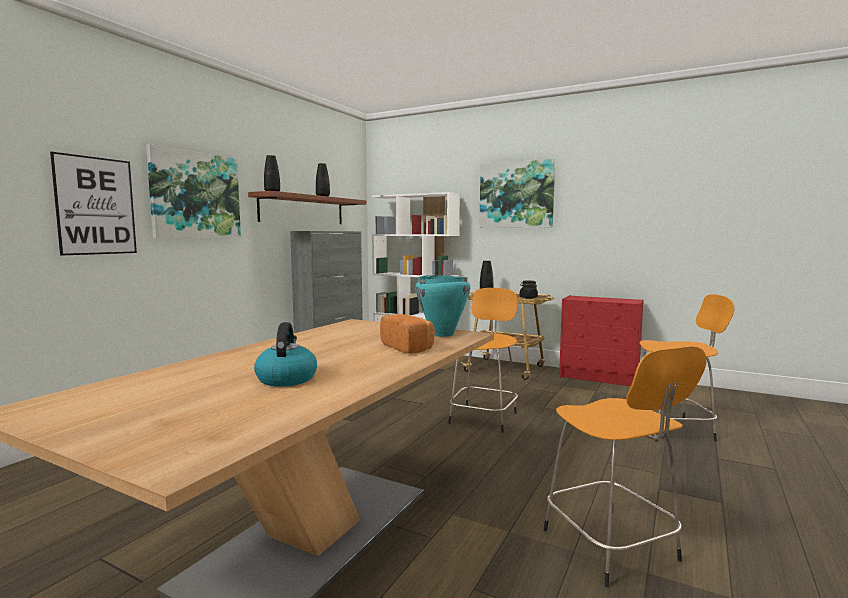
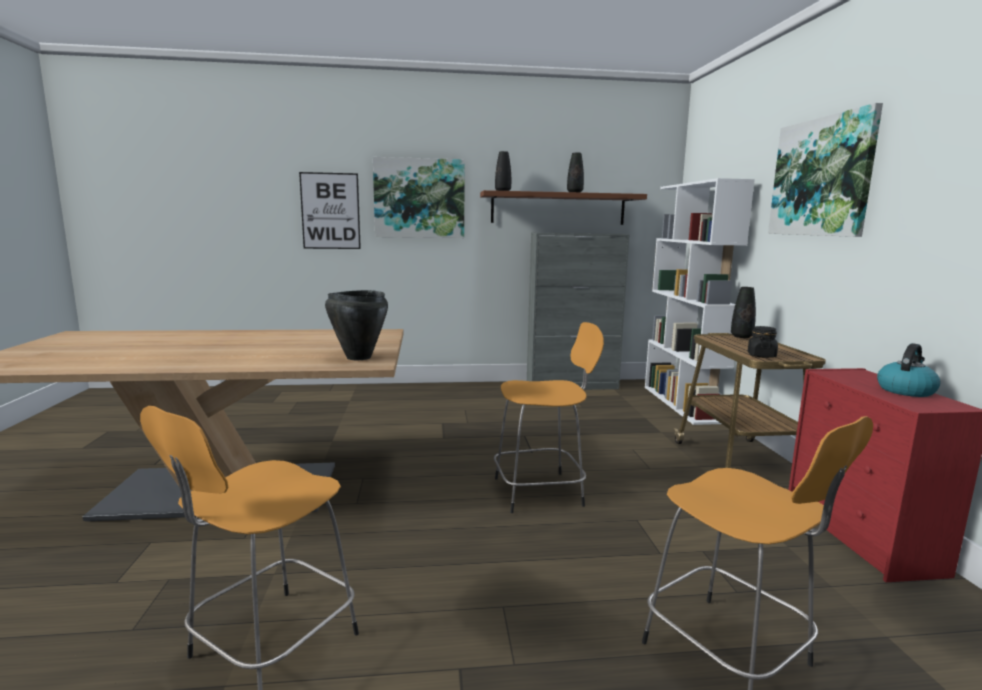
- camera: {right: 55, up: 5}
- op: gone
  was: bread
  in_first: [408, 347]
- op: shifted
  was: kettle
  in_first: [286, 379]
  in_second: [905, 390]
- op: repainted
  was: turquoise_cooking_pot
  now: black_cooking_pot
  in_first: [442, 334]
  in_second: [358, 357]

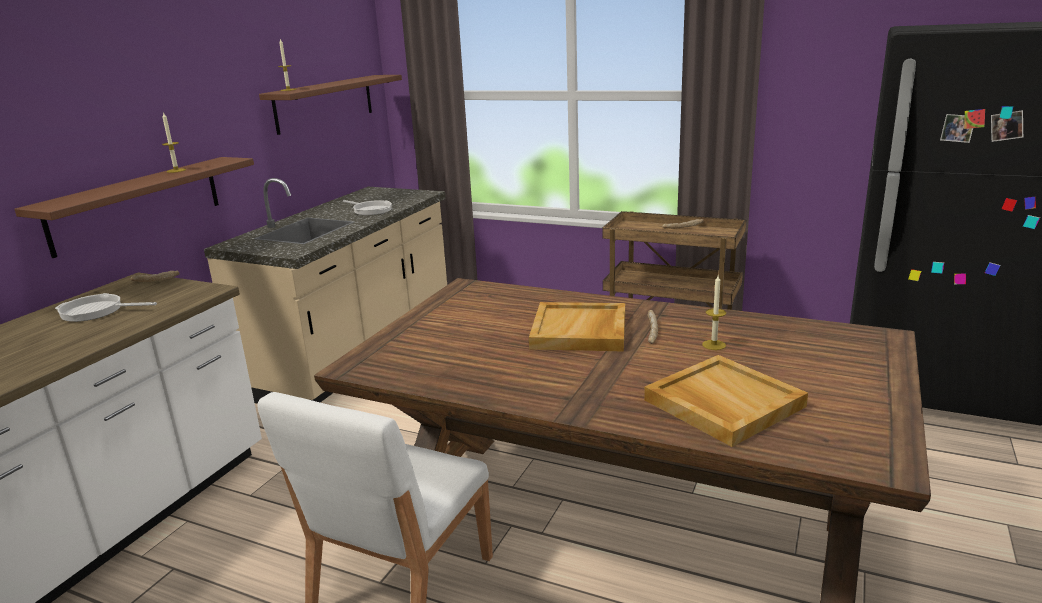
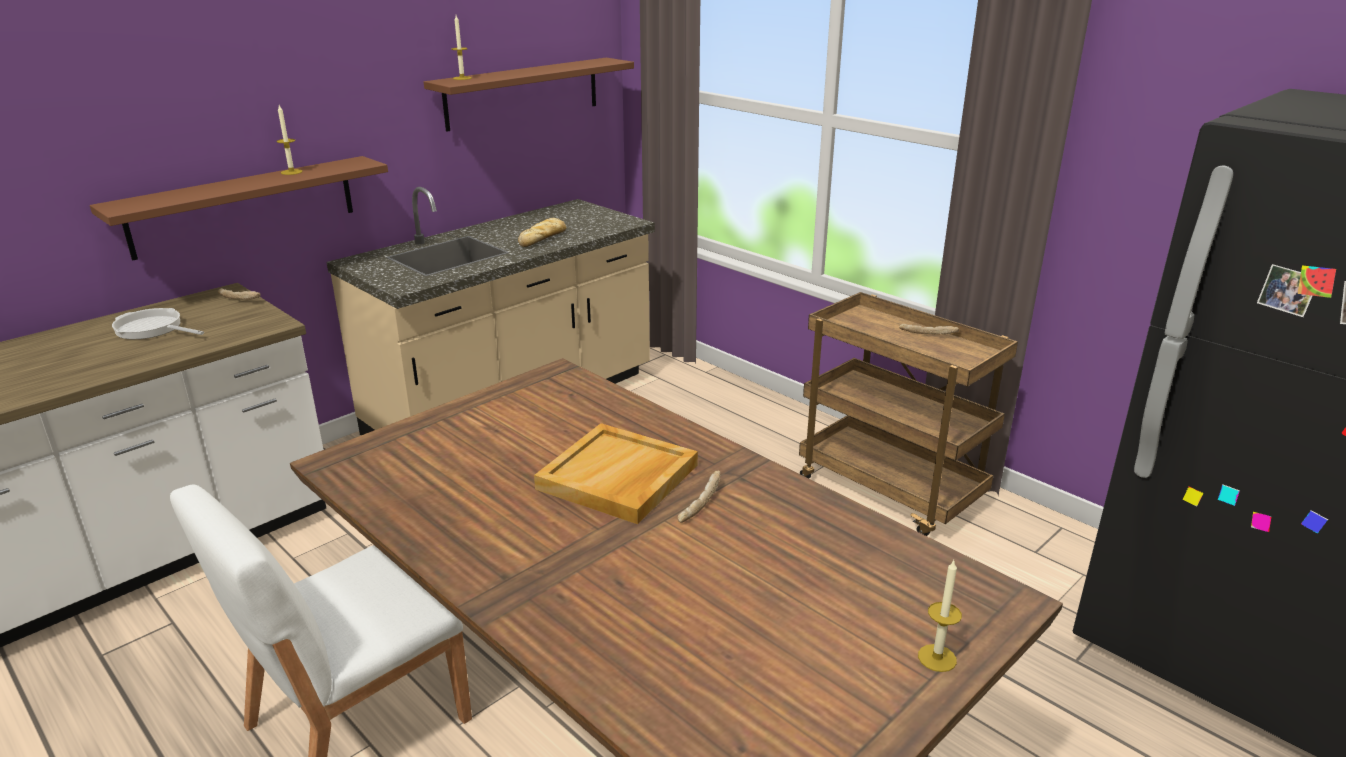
- camera: {right: 20, up: 5}
- op: gone
  was: beige_tray
  in_first: [722, 403]
- op: shifted
  was: candle
  in_first: [714, 345]
  in_second: [937, 658]
- op: swapped
  was: frying_pan
  now: bread
  in_first: [371, 210]
  in_second: [543, 238]

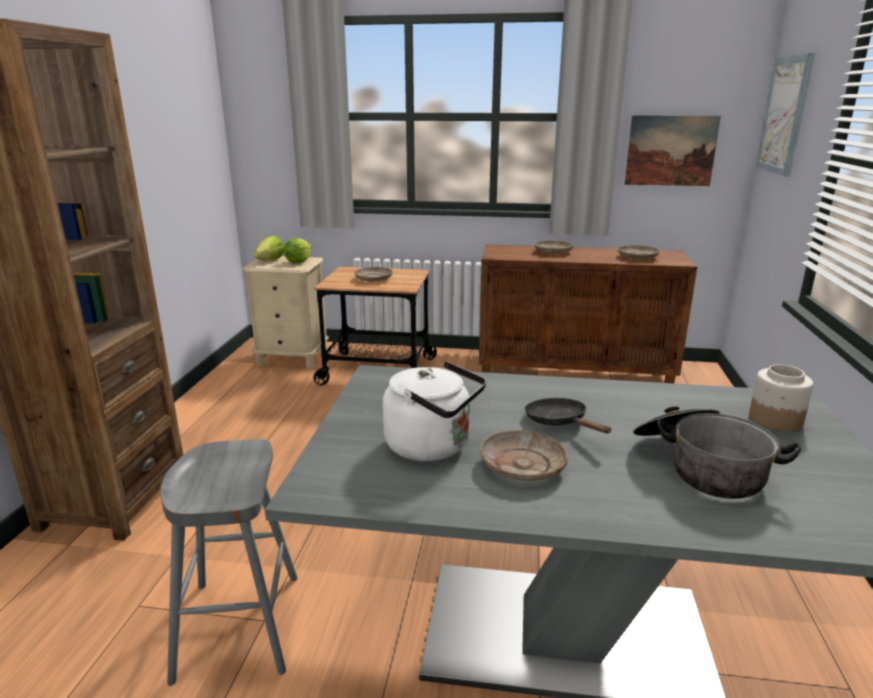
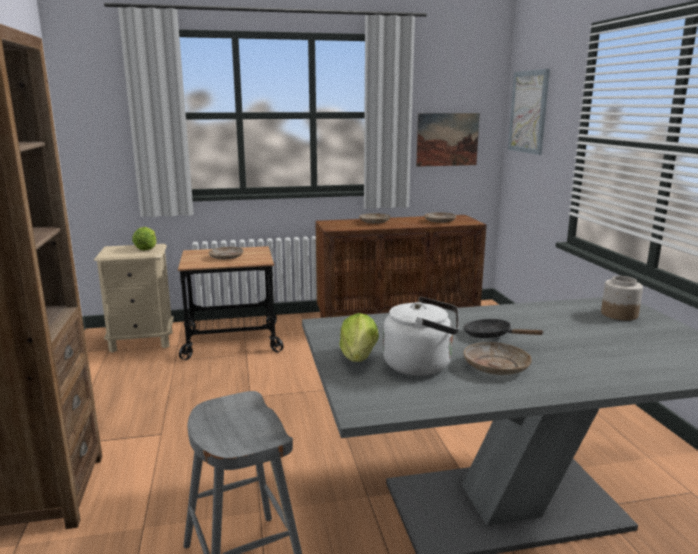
- camera: {right: -20, up: -5}
- op: gone
  was: cooking_pot
  in_first: [700, 467]
- op: shifted
  was: lettuce
  in_first: [270, 260]
  in_second: [358, 358]

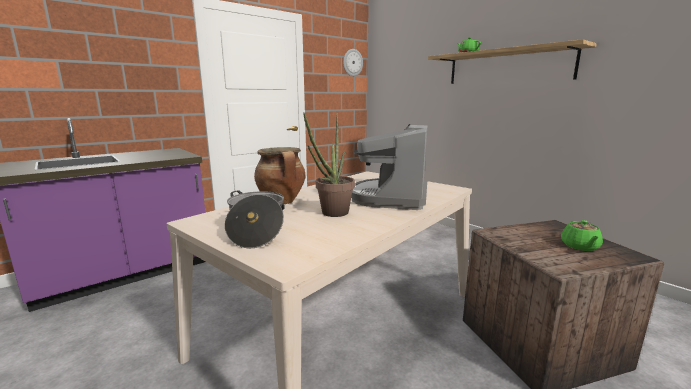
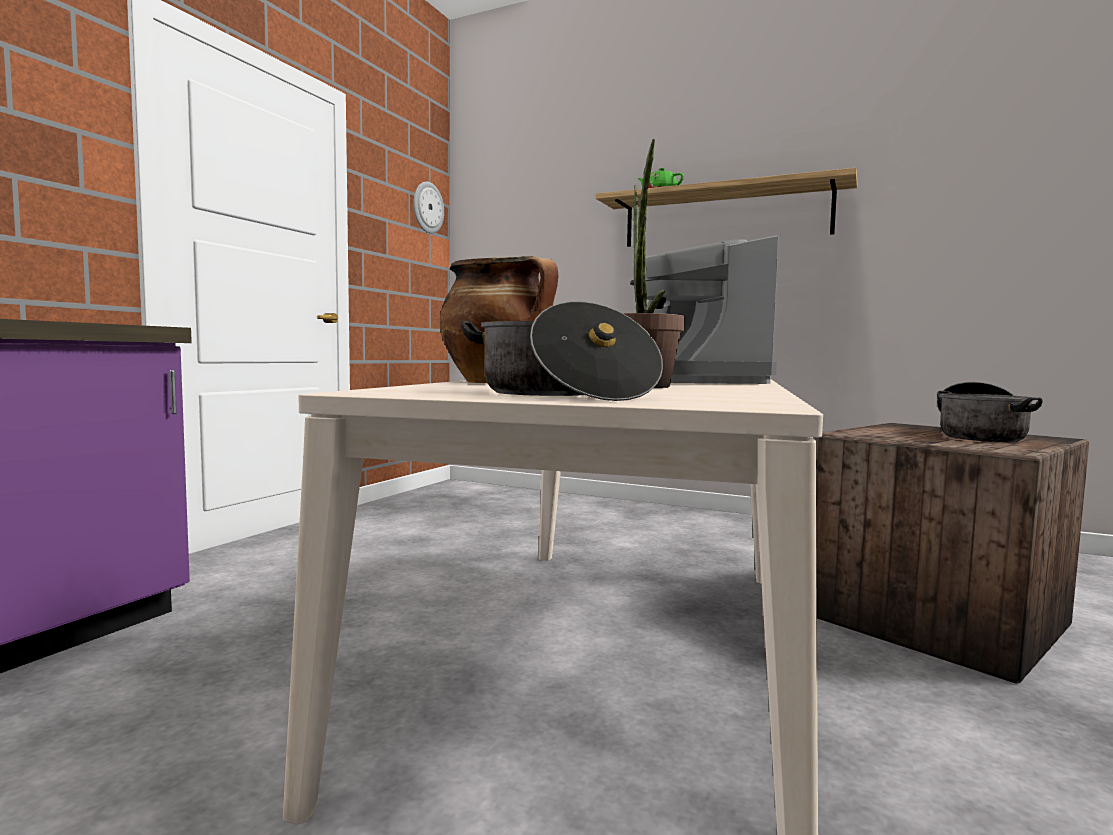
- camera: {right: -25, up: -10}
- op: swapped
  was: green_teapot
  now: cooking_pot
  in_first: [580, 246]
  in_second: [980, 436]

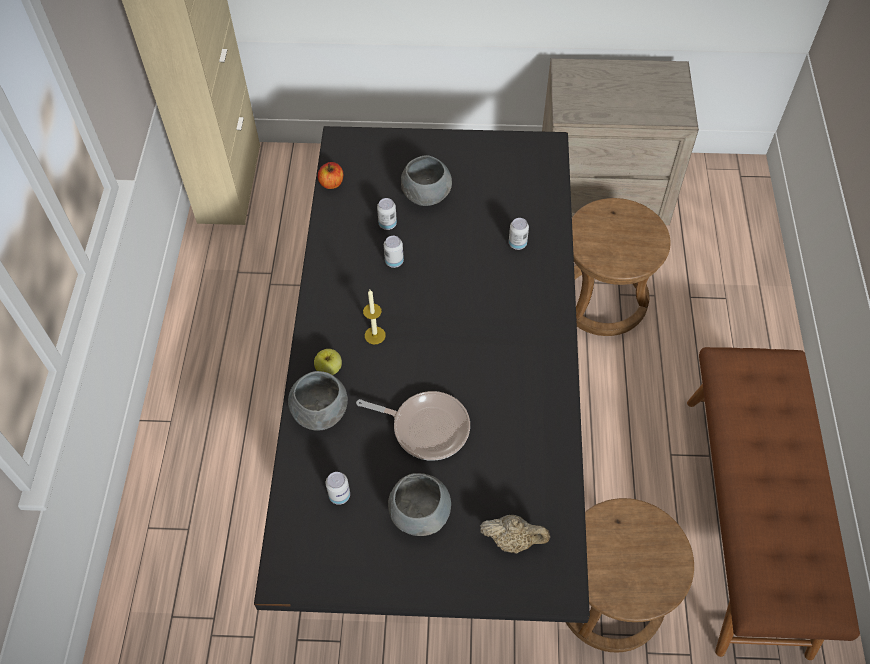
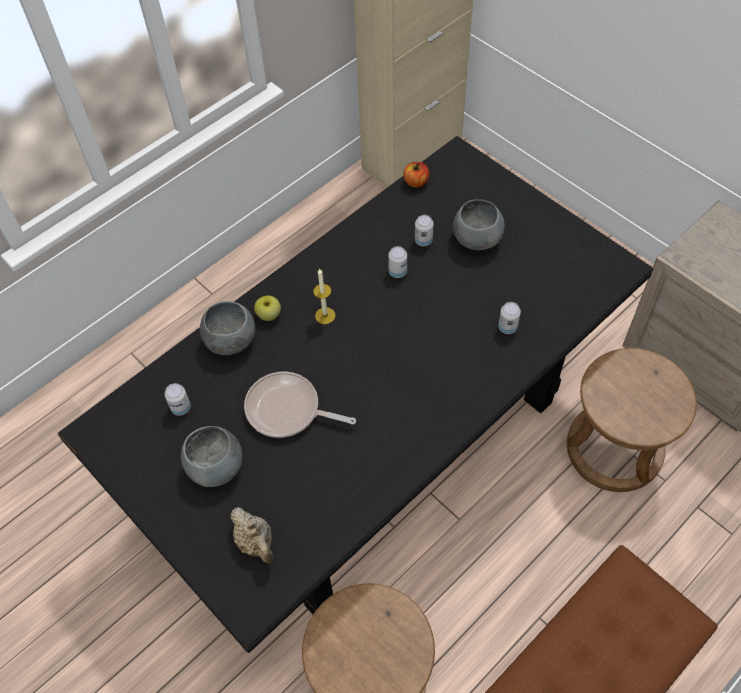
- camera: {right: 45, up: 0}
- op: rotated
  was: frying_pan
  in_first: [426, 427]
  in_second: [287, 410]
  clockwise: 135

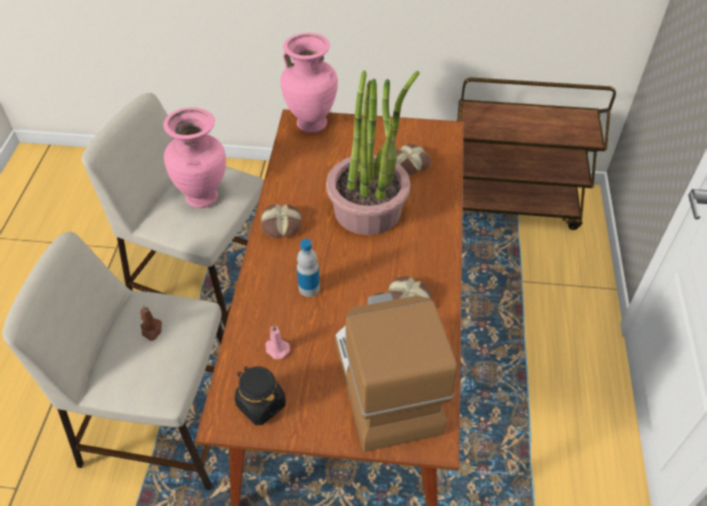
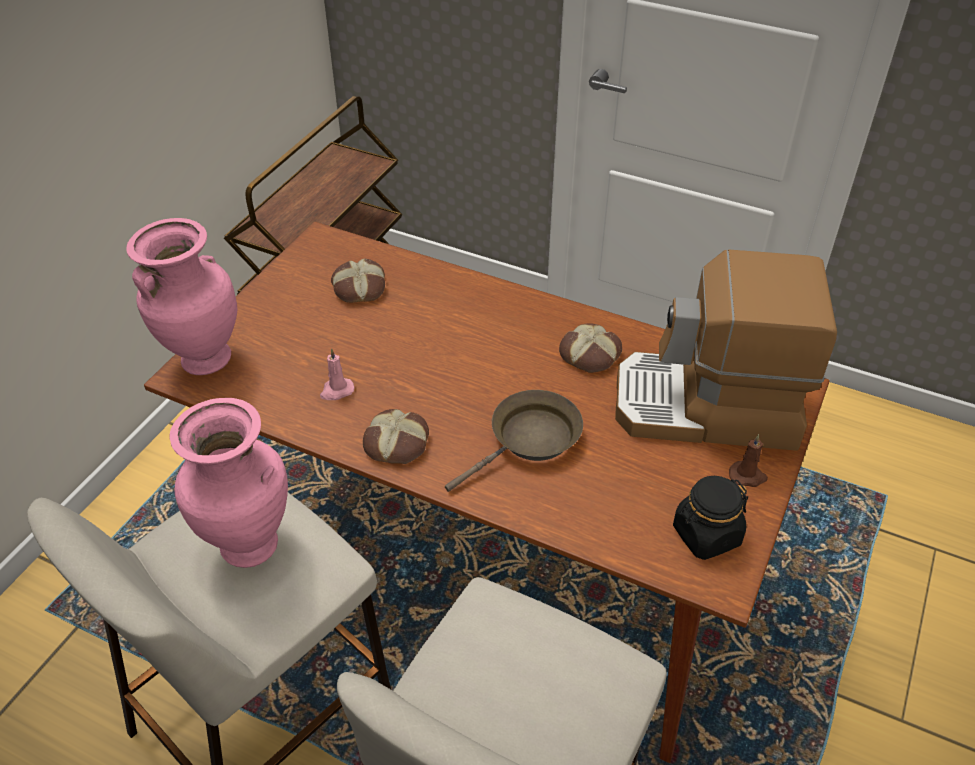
- camera: {right: -70, up: -5}
- op: gone
  was: potted_plant
  in_first: [368, 209]
- op: shifted
  was: brown_candle
  in_first: [151, 330]
  in_second: [747, 476]
- op: shifted
  was: pink_candle
  in_first: [276, 349]
  in_second: [336, 391]
- op: swapped
  was: bottle
  now: brown_frying_pan
  in_first: [309, 288]
  in_second: [530, 440]

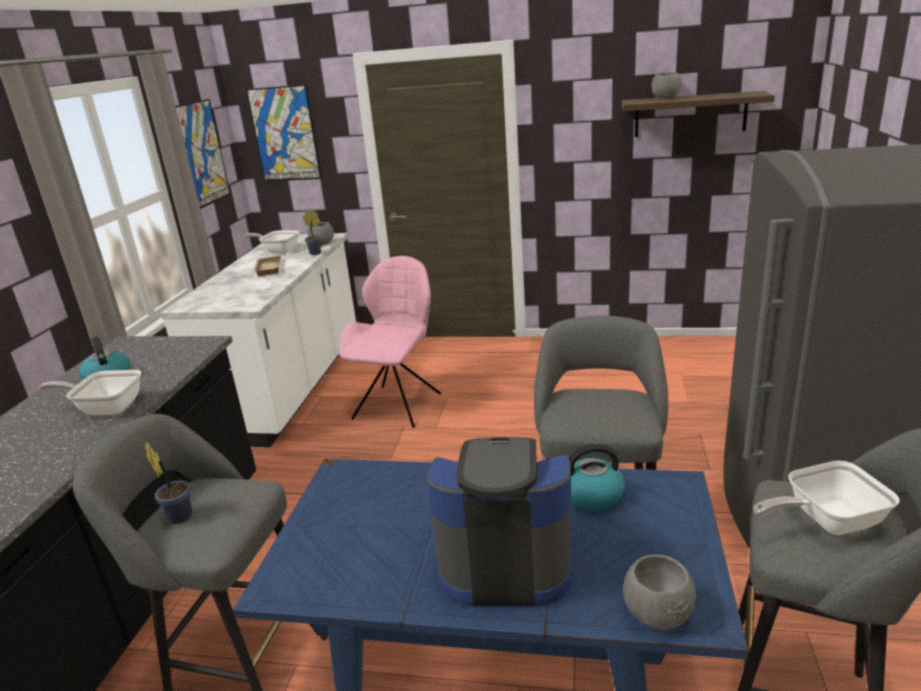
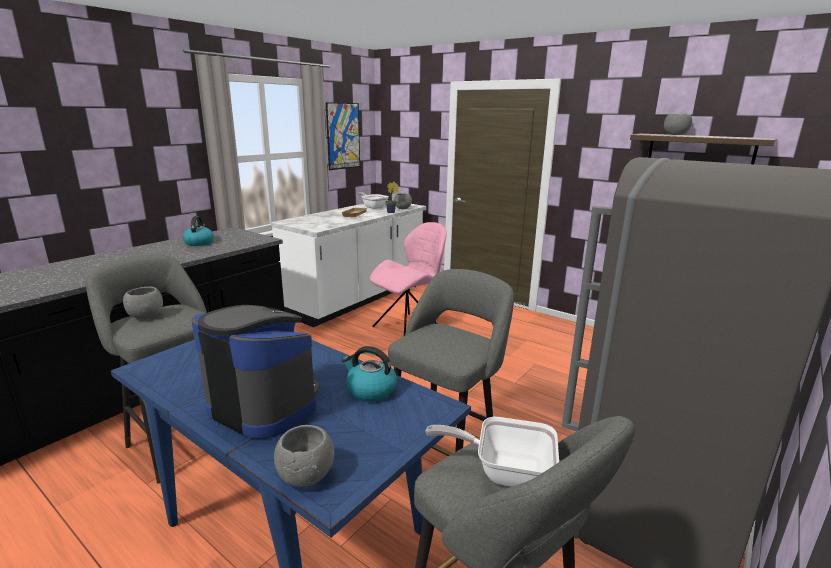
- camera: {right: 25, up: -5}
- op: gone
  was: frying_pan
  in_first: [106, 408]
- op: gone
  was: picture
  in_first: [284, 134]
- op: swapped
  was: potted_plant
  now: grey_bowl
  in_first: [179, 515]
  in_second: [146, 316]

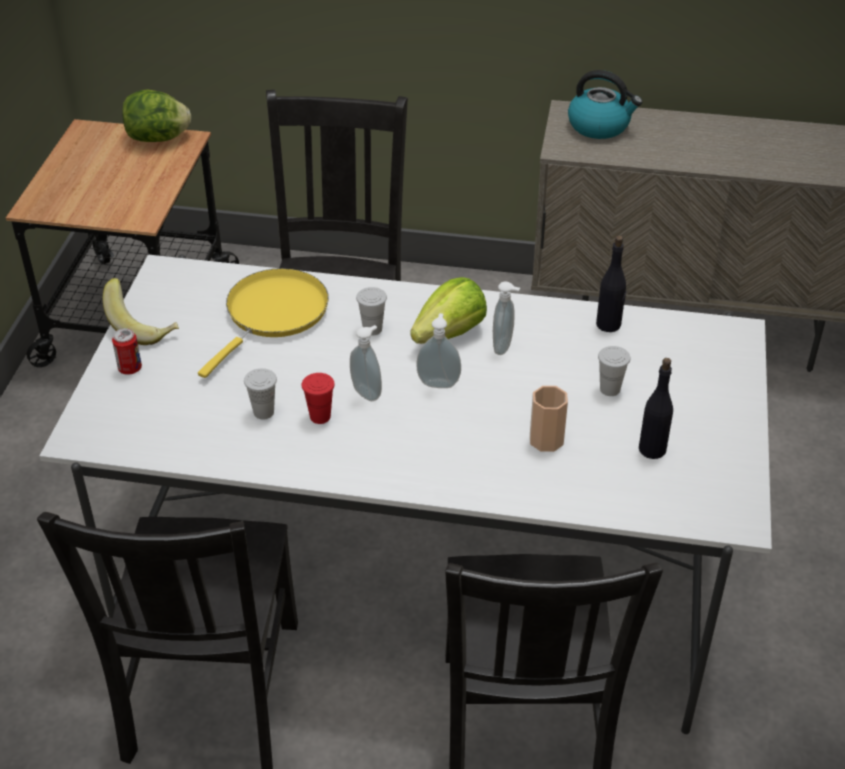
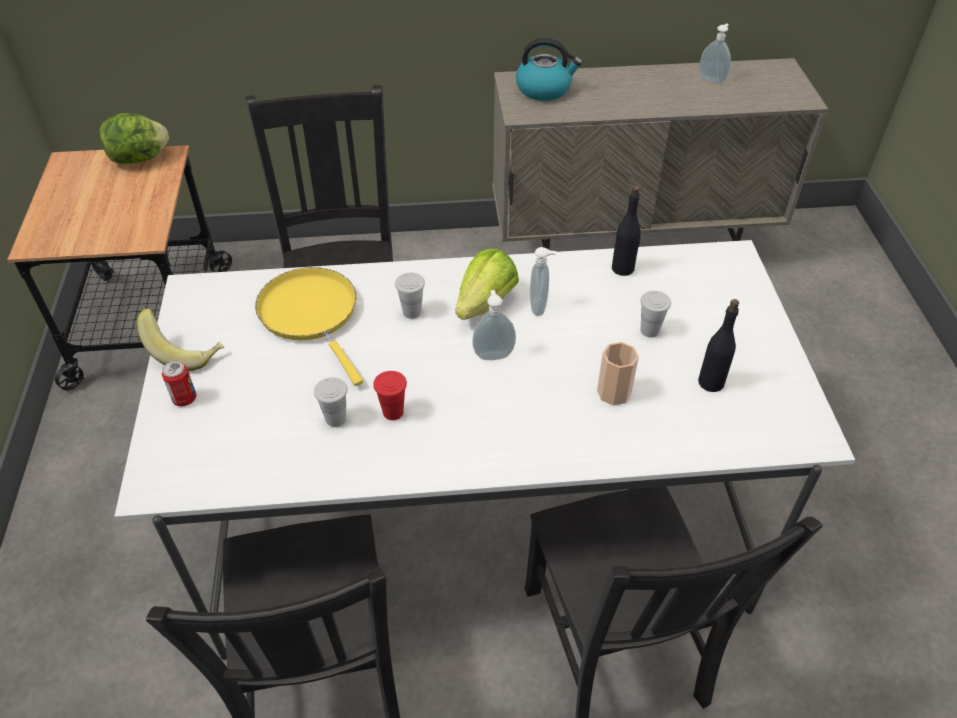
- camera: {right: -15, up: 5}
- op: shifted
  was: soap_dispenser
  in_first: [368, 392]
  in_second: [712, 79]
- op: rotated
  was: yellow_frying_pan
  in_first: [273, 314]
  in_second: [311, 314]
  clockwise: -45

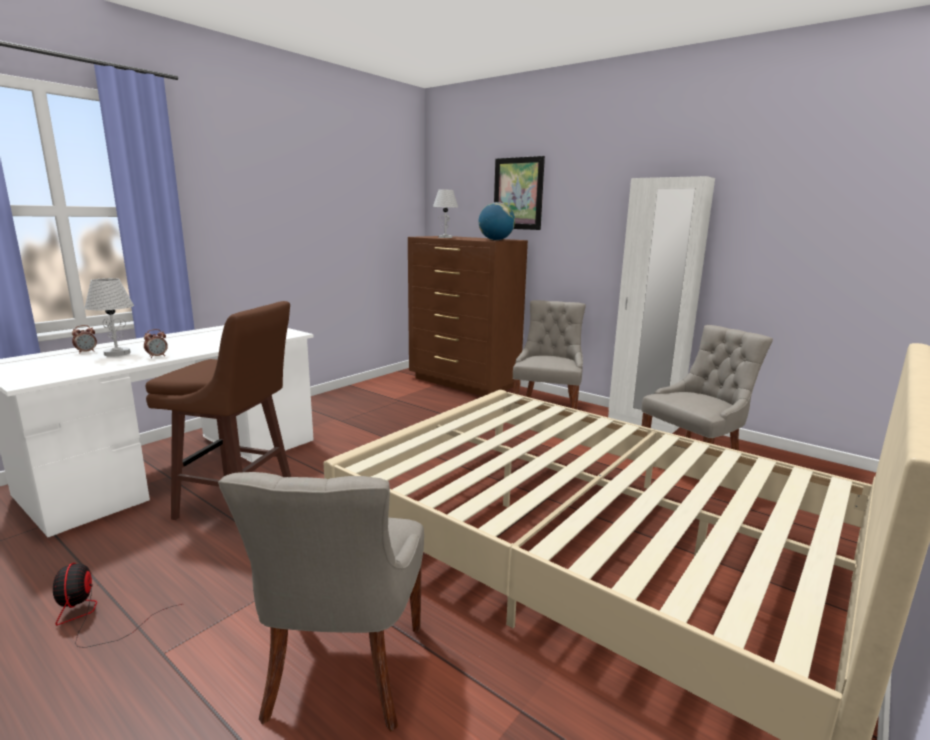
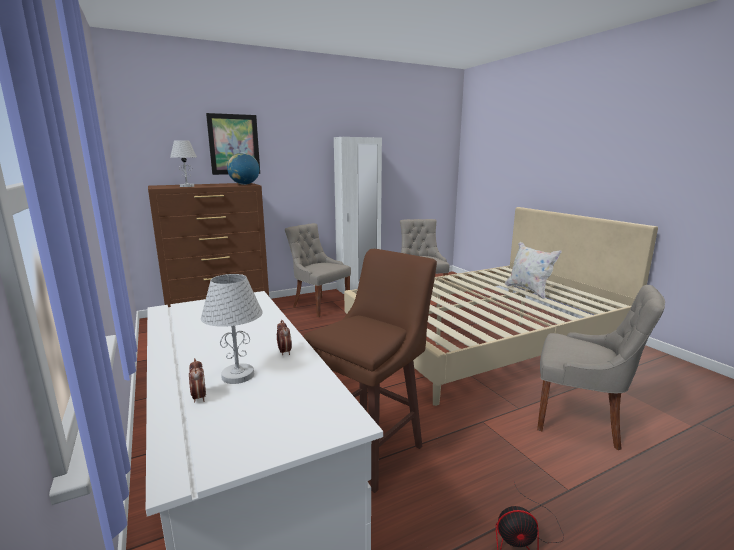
- camera: {right: -65, up: 0}
- op: new
  now: white_pillow
  in_second: [528, 290]

